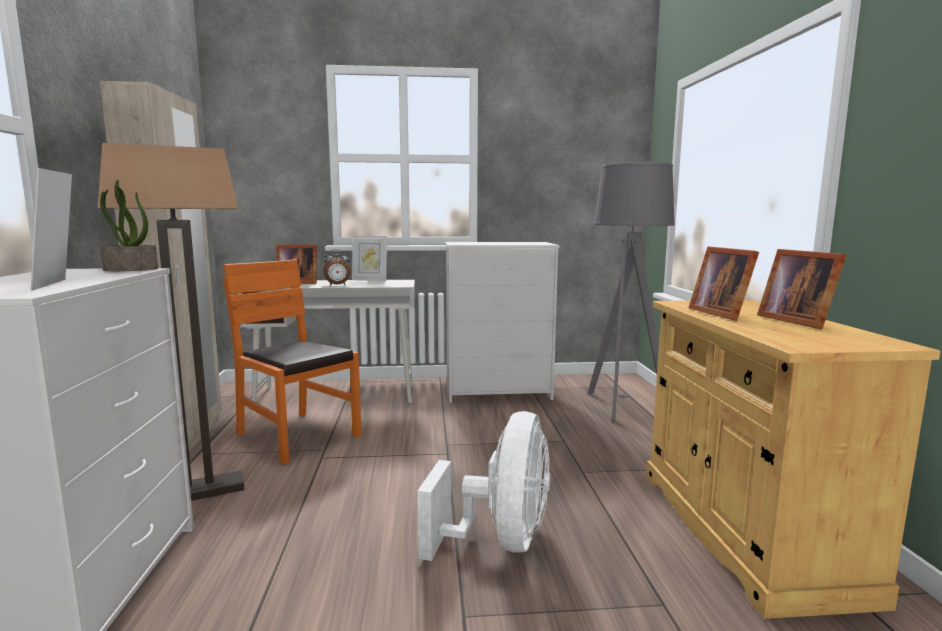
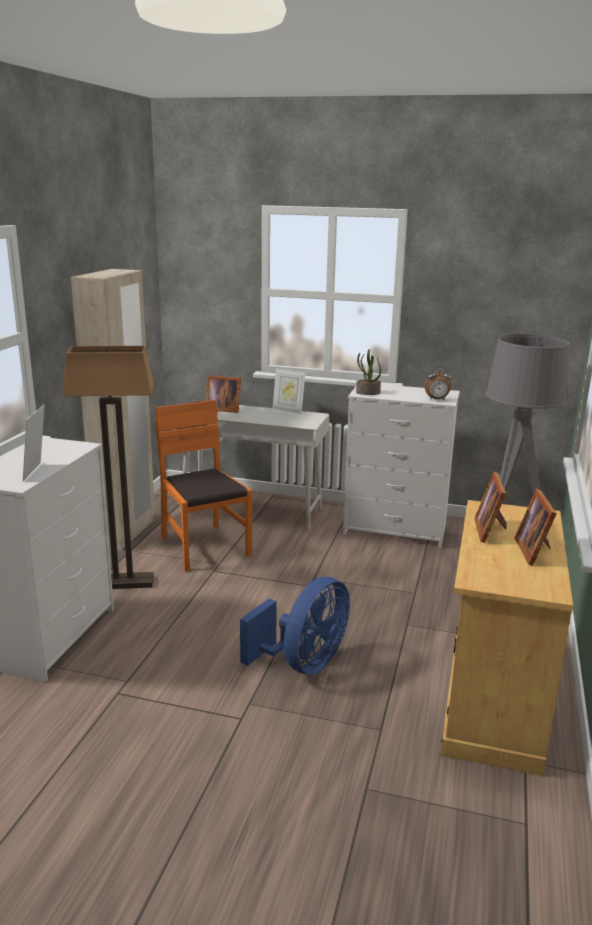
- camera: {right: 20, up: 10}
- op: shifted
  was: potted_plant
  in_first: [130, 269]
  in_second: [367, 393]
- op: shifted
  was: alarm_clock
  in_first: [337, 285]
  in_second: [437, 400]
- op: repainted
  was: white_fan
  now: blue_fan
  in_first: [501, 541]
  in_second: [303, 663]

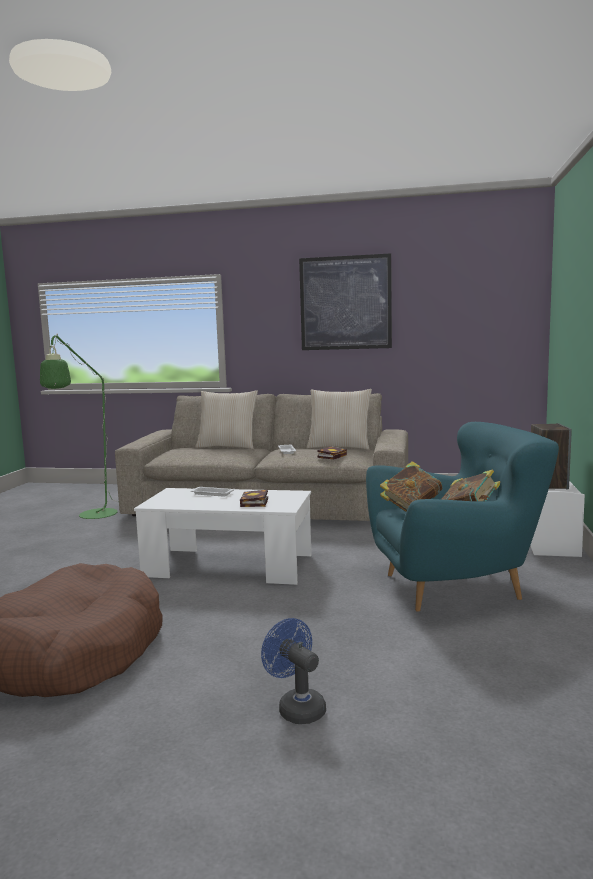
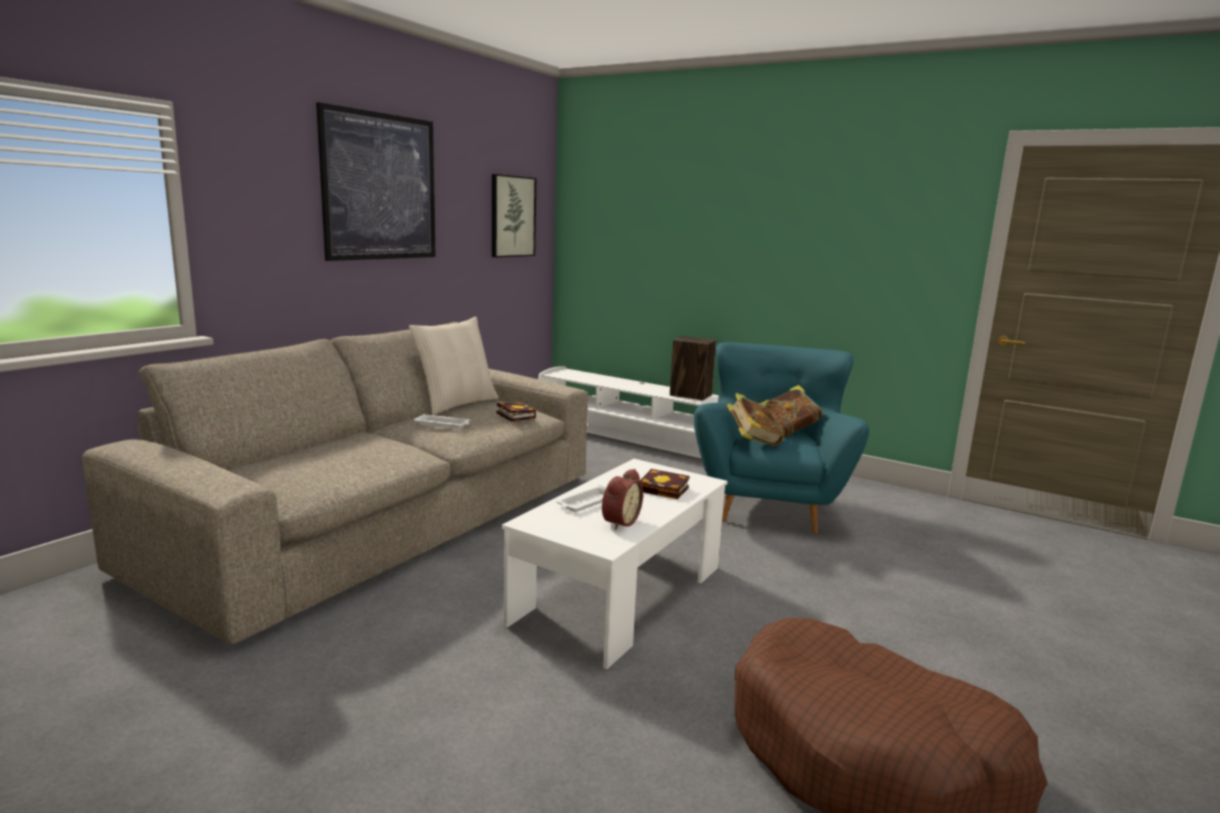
- camera: {right: -70, up: 5}
- op: gone
  was: green_floor_lamp
  in_first: [93, 516]
- op: gone
  was: beige_pillow
  in_first: [227, 446]
- op: gone
  was: blue_fan
  in_first: [297, 707]
- op: new
  now: picture
  in_second: [512, 216]
- op: new
  now: alarm_clock
  in_second: [619, 522]

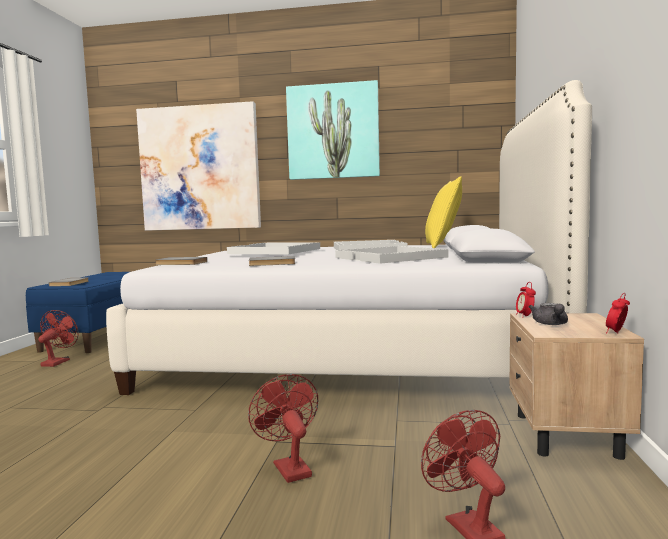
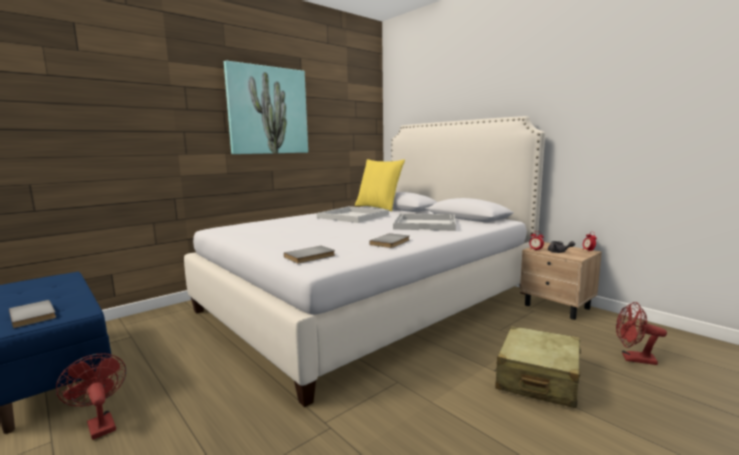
- camera: {right: -50, up: 5}
- op: gone
  was: picture
  in_first: [200, 168]
- op: gone
  was: white_tray
  in_first: [275, 251]
- op: swapped
  was: red_fan
  now: beige_suitcase
  in_first: [288, 467]
  in_second: [538, 378]

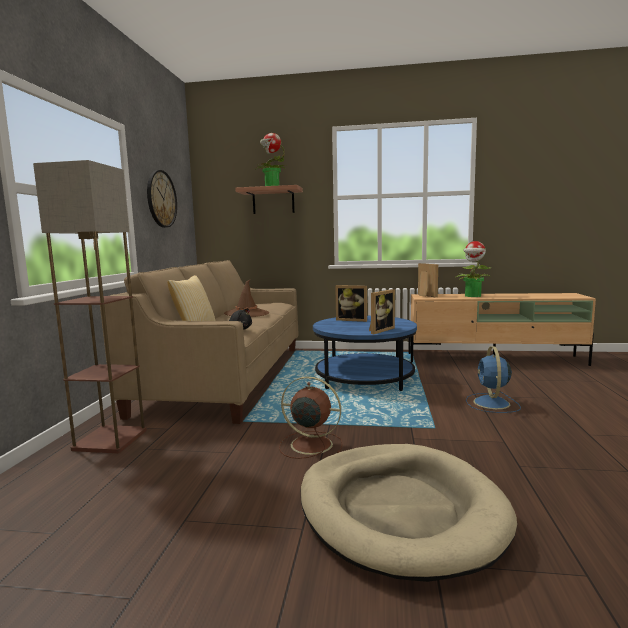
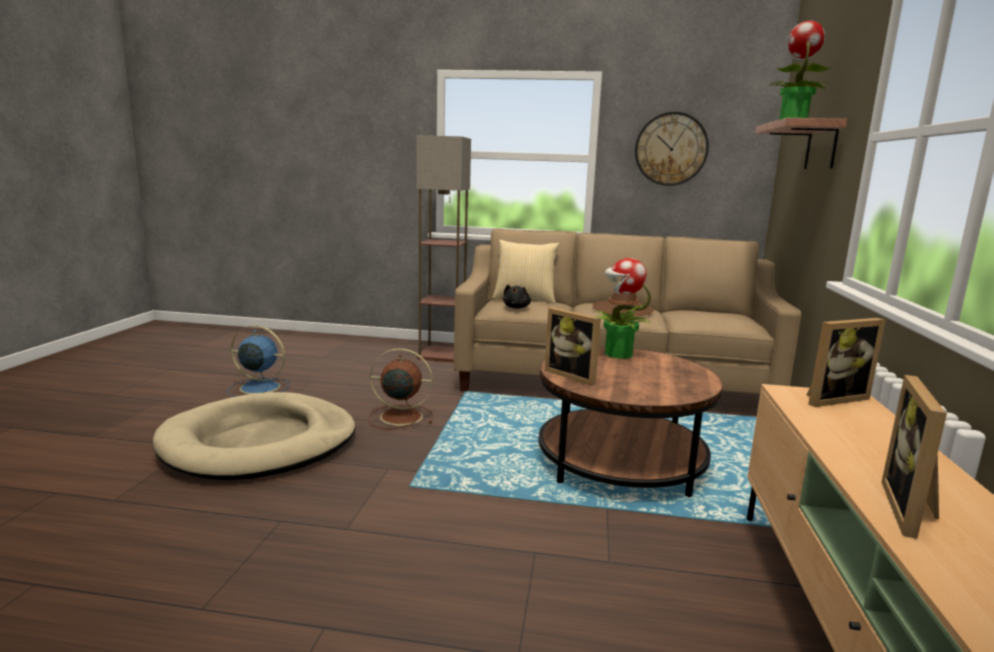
- camera: {right: 90, up: 5}
- op: shifted
  was: picture_frame
  in_first: [352, 320]
  in_second: [913, 511]
- op: shifted
  was: potted_plant
  in_first: [473, 296]
  in_second: [617, 354]
- op: shifted
  was: blue_fan
  in_first: [492, 403]
  in_second: [258, 387]
- op: repainted
  was: blue_coffee_table
  now: brown_coffee_table
  in_first: [364, 379]
  in_second: [620, 461]
- op: rotated
  was: brown_fan
  in_first: [309, 444]
  in_second: [399, 417]
  clockwise: -105

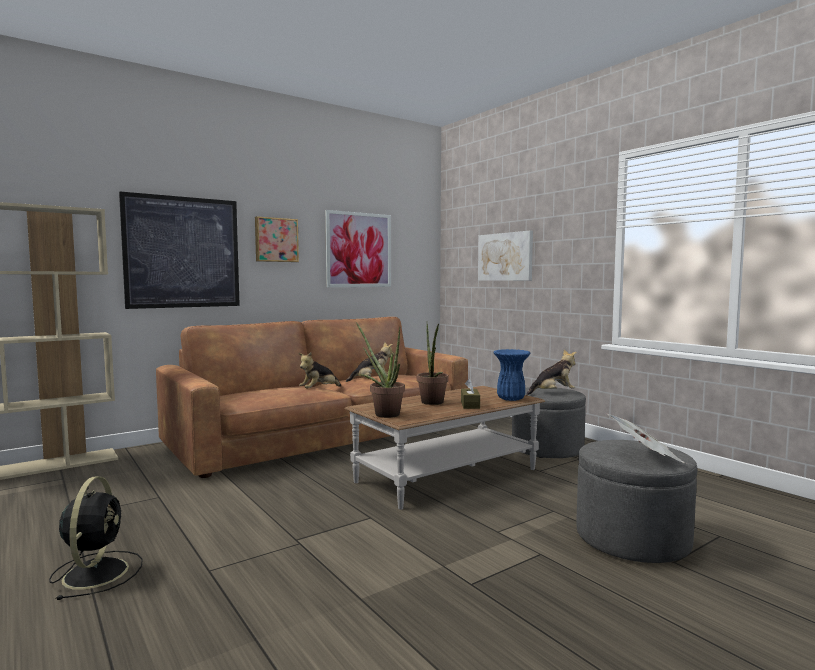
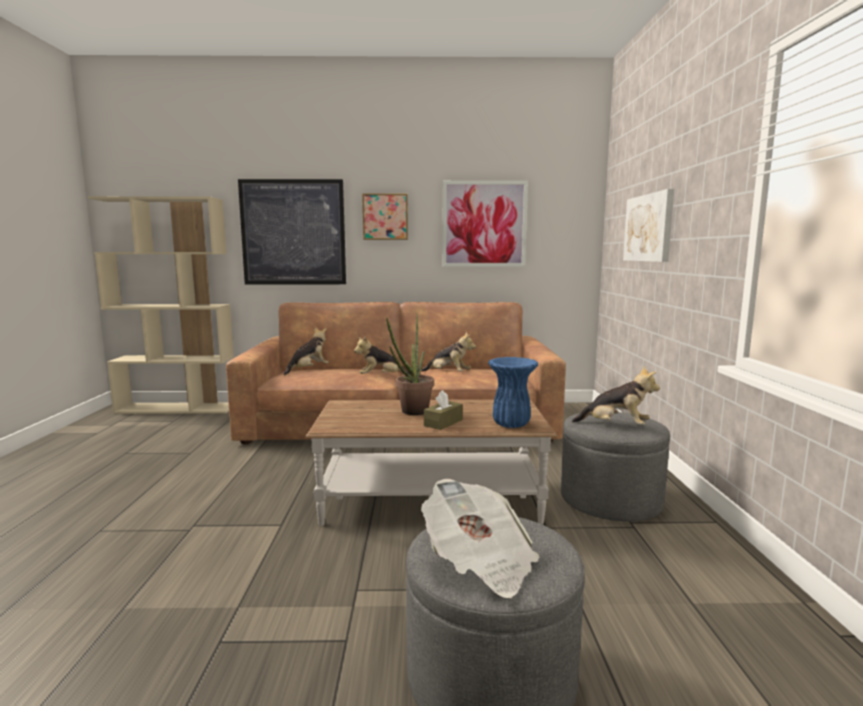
- camera: {right: 35, up: 5}
- op: gone
  was: black_fan
  in_first: [97, 572]
- op: gone
  was: potted_plant
  in_first: [383, 413]
- op: new
  now: plush_toy
  in_second: [308, 370]

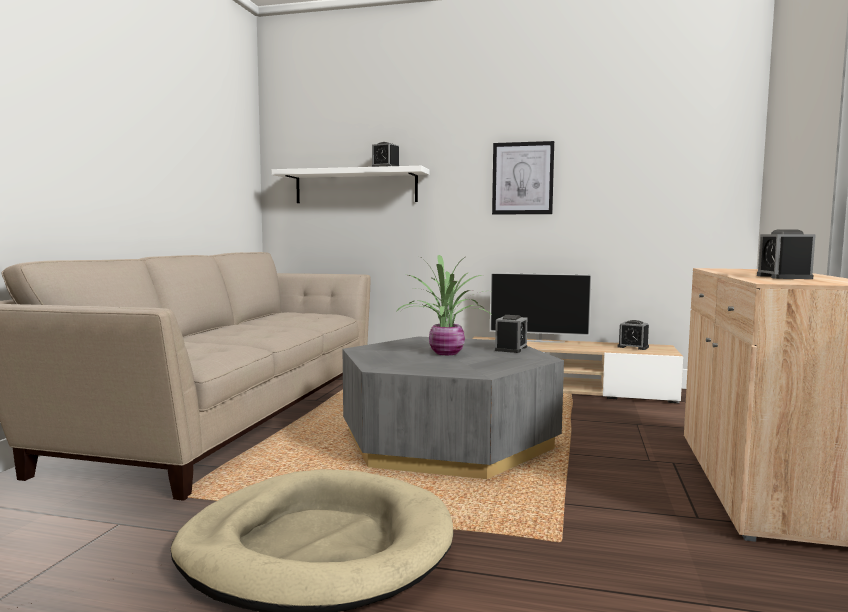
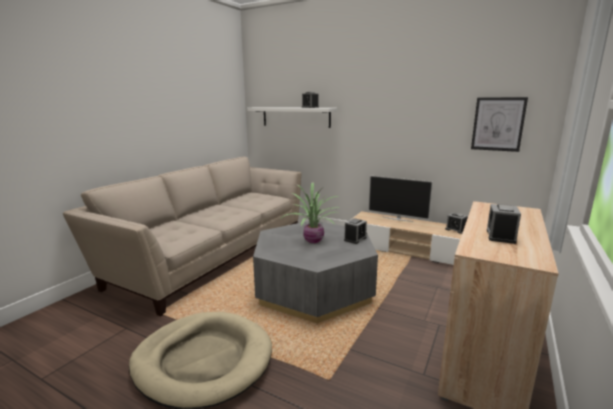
- camera: {right: 15, up: 10}
- op: shifted
  was: picture
  in_first: [522, 178]
  in_second: [498, 124]

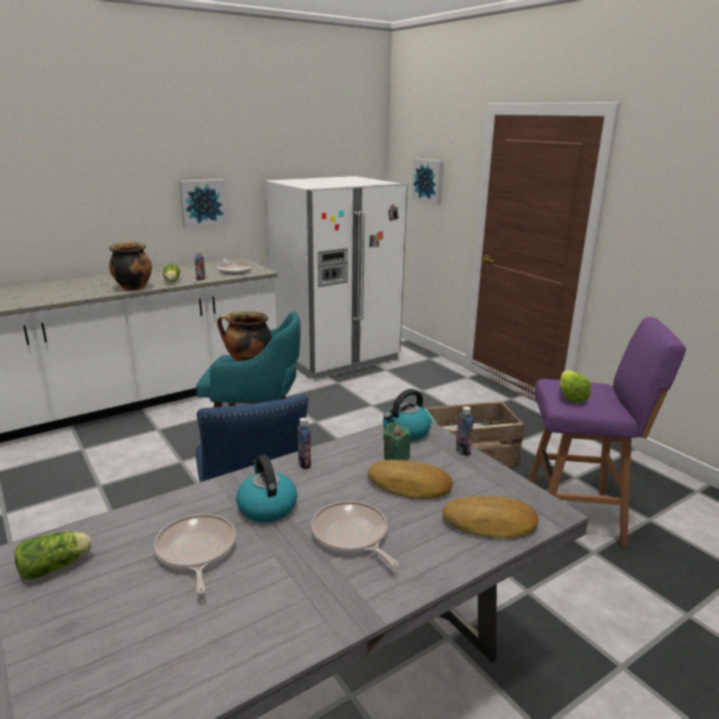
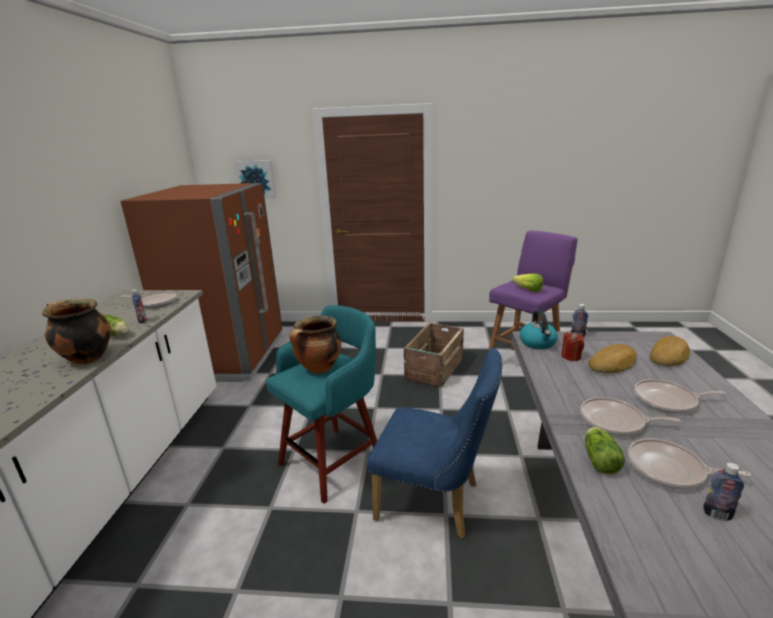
- camera: {right: -50, up: 0}
- op: gone
  was: picture
  in_first: [202, 203]
- op: shifted
  was: lettuce
  in_first: [57, 566]
  in_second: [599, 459]
- op: shifted
  was: bottle
  in_first: [304, 464]
  in_second: [717, 514]
- op: swapped
  was: kettle
  now: frying_pan
  in_first: [266, 507]
  in_second: [615, 422]
- op: repainted
  was: white_fridge
  now: brown_fridge
  in_first: [336, 357]
  in_second: [230, 357]
- op: repainted
  was: green_candle
  now: red_candle
  in_first: [396, 457]
  in_second: [571, 356]

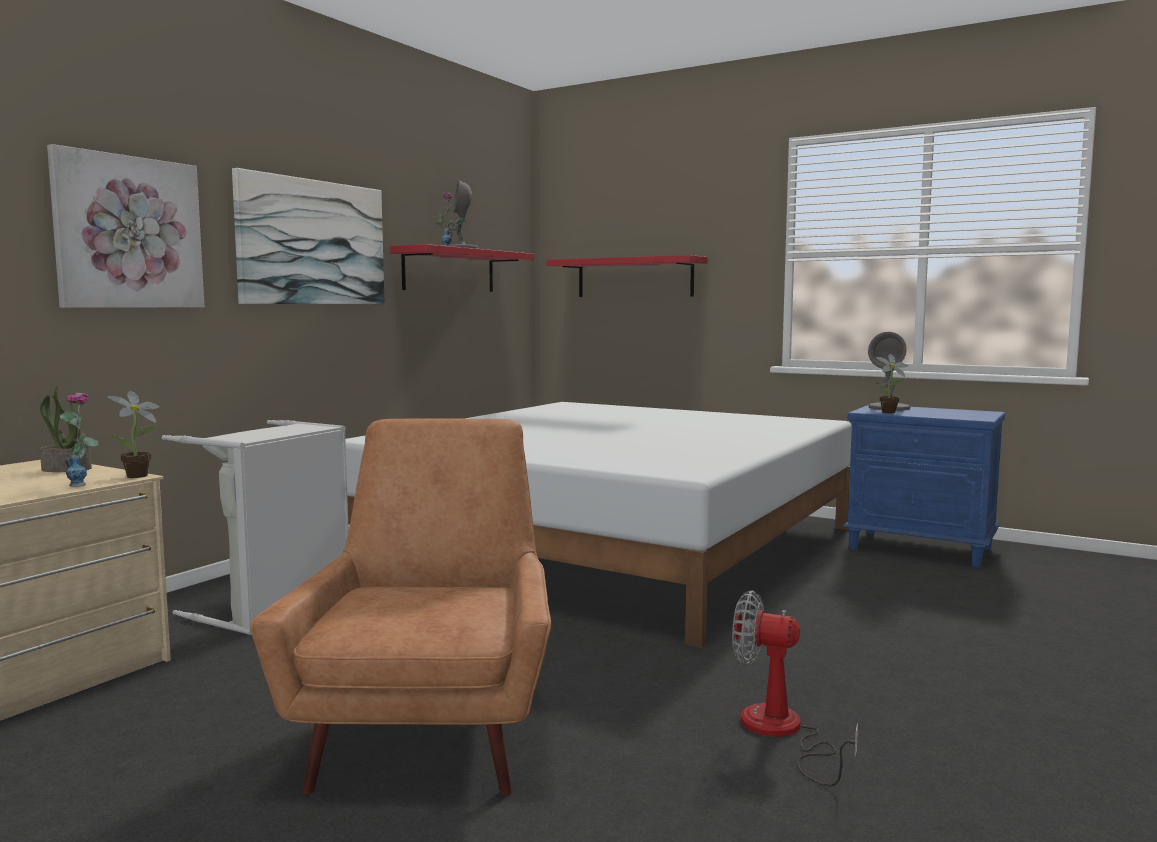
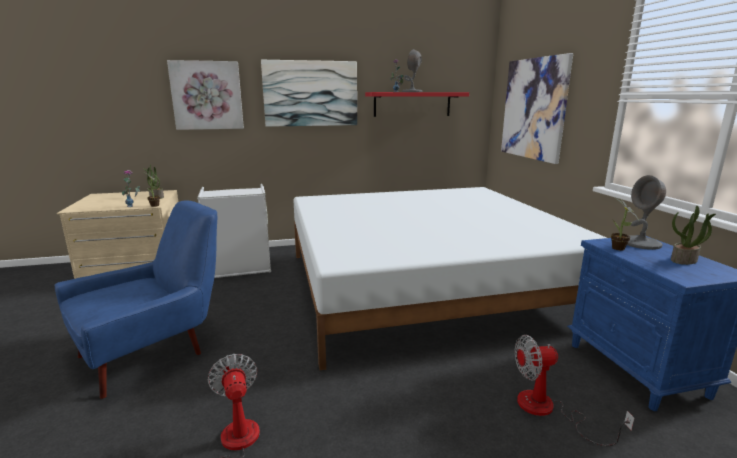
- camera: {right: 45, up: 10}
- op: new
  now: fan
  in_second: [548, 410]
- op: new
  now: potted_plant
  in_second: [684, 260]
- op: swapped
  was: red_shelf
  now: picture
  in_first: [634, 278]
  in_second: [534, 109]
- op: repainted
  was: brown_armchair
  now: blue_armchair
  in_first: [430, 728]
  in_second: [153, 351]

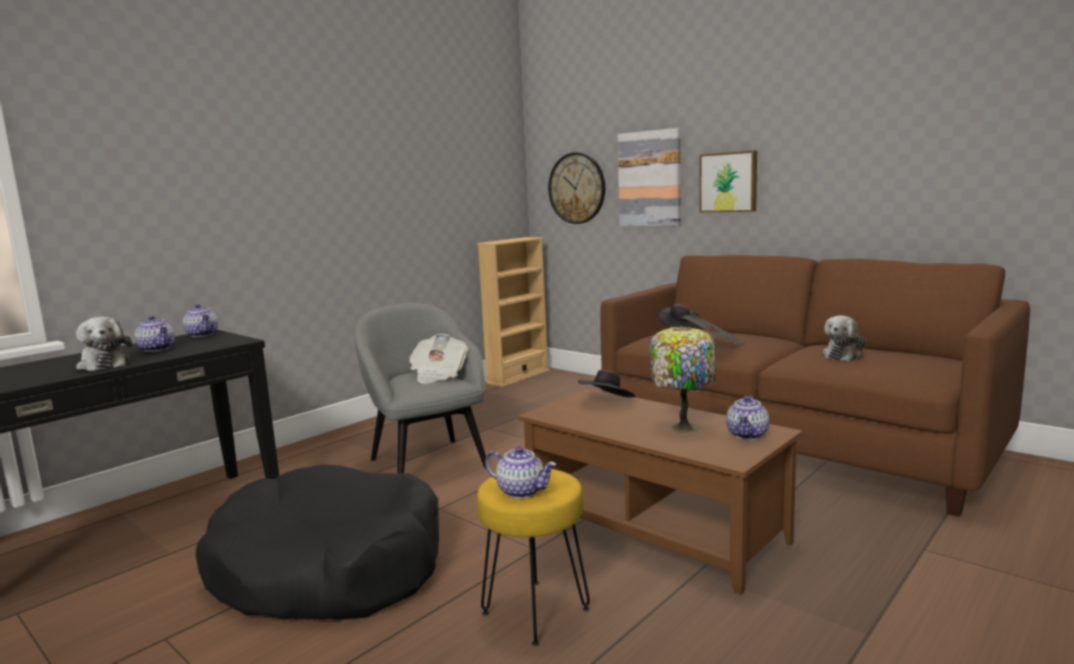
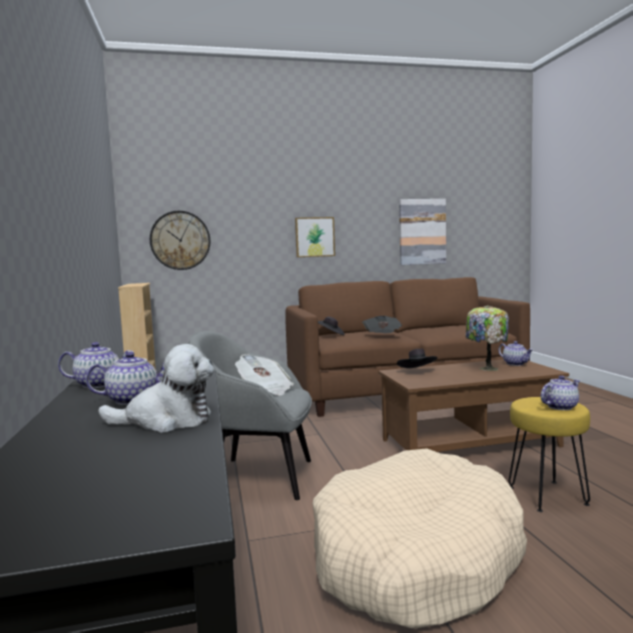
- camera: {right: -55, up: -5}
- op: gone
  was: plush_toy
  in_first: [844, 355]
- op: shifted
  was: picture
  in_first: [650, 179]
  in_second: [422, 232]
- op: repainted
  was: black_dog_bed
  now: beige_dog_bed
  in_first: [328, 568]
  in_second: [415, 557]

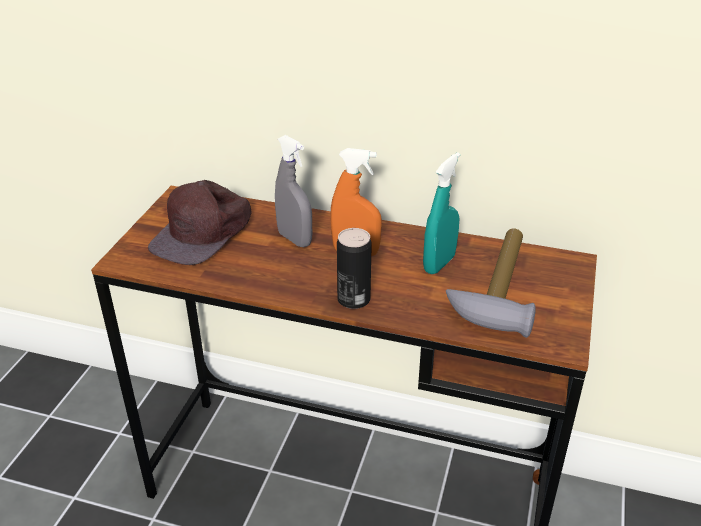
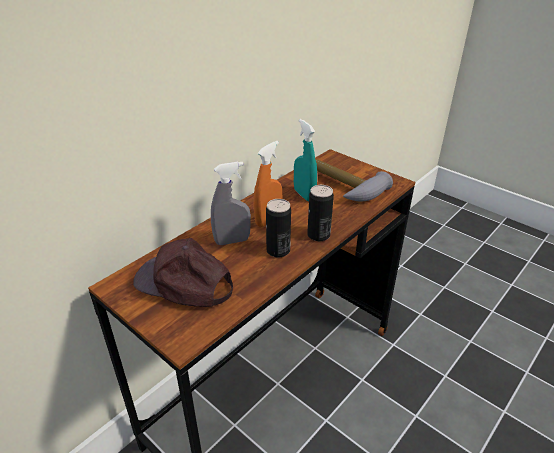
- camera: {right: -65, up: 0}
- op: new
  now: can
  in_second: [278, 250]
- op: rotated
  was: brown_cap
  in_first: [204, 233]
  in_second: [184, 283]
  clockwise: 150

